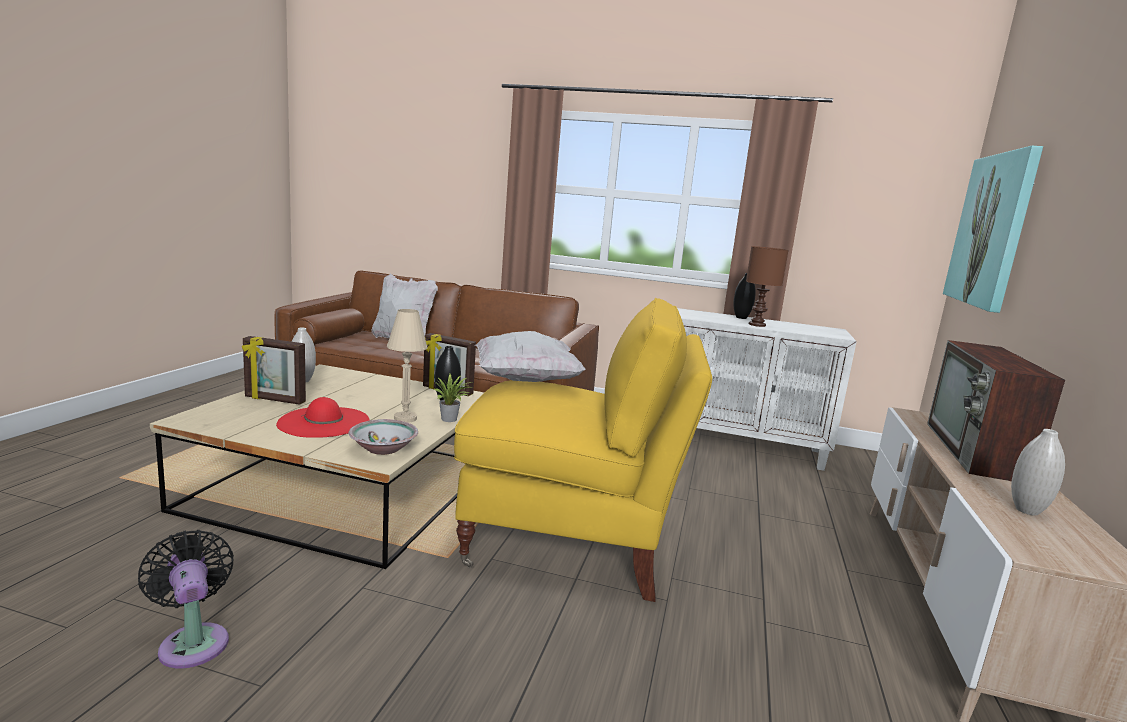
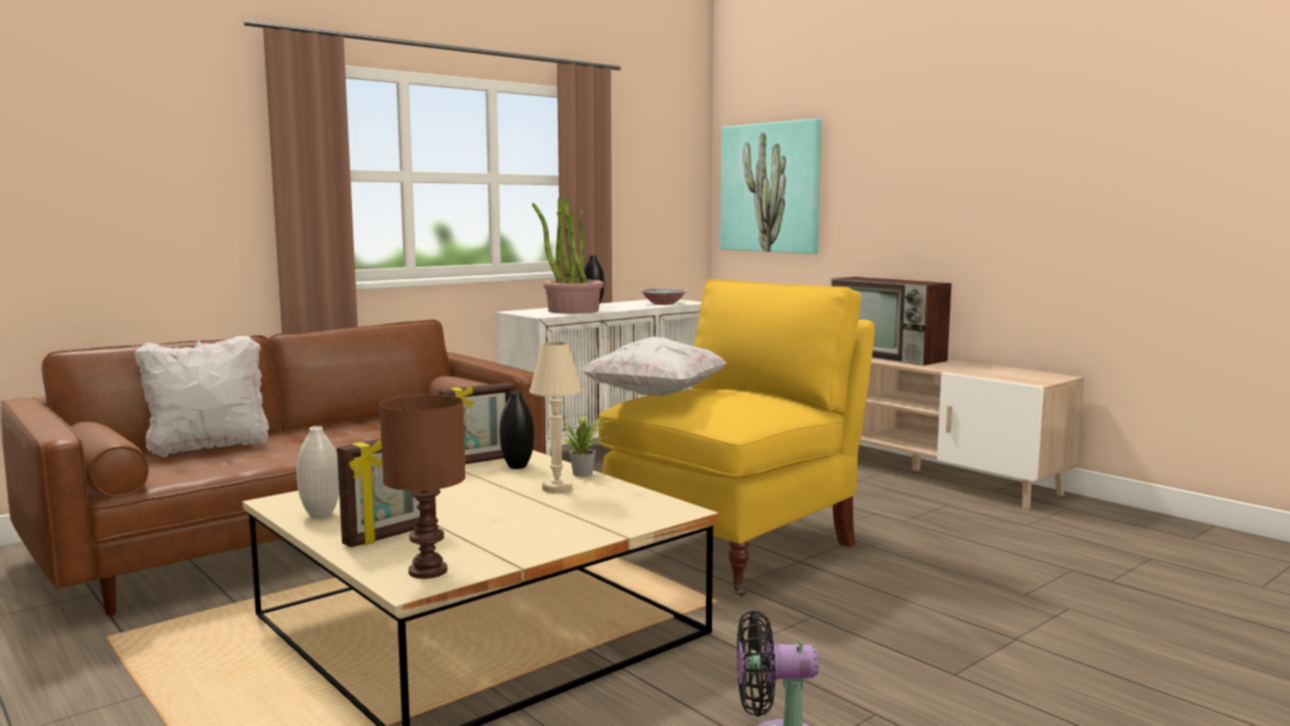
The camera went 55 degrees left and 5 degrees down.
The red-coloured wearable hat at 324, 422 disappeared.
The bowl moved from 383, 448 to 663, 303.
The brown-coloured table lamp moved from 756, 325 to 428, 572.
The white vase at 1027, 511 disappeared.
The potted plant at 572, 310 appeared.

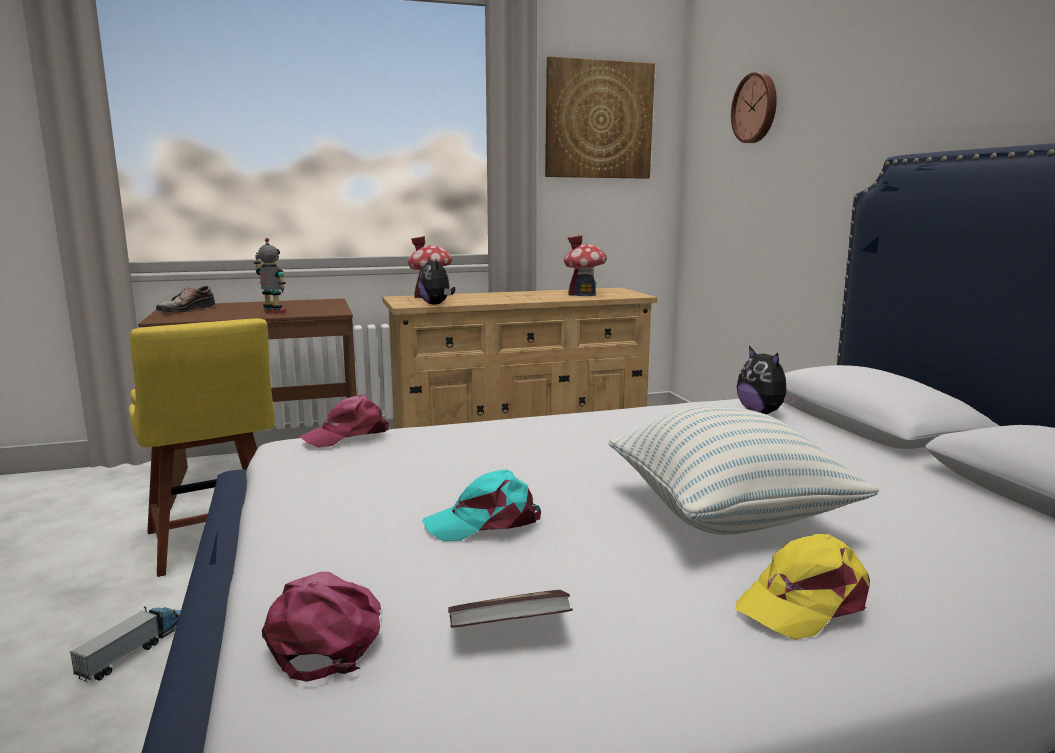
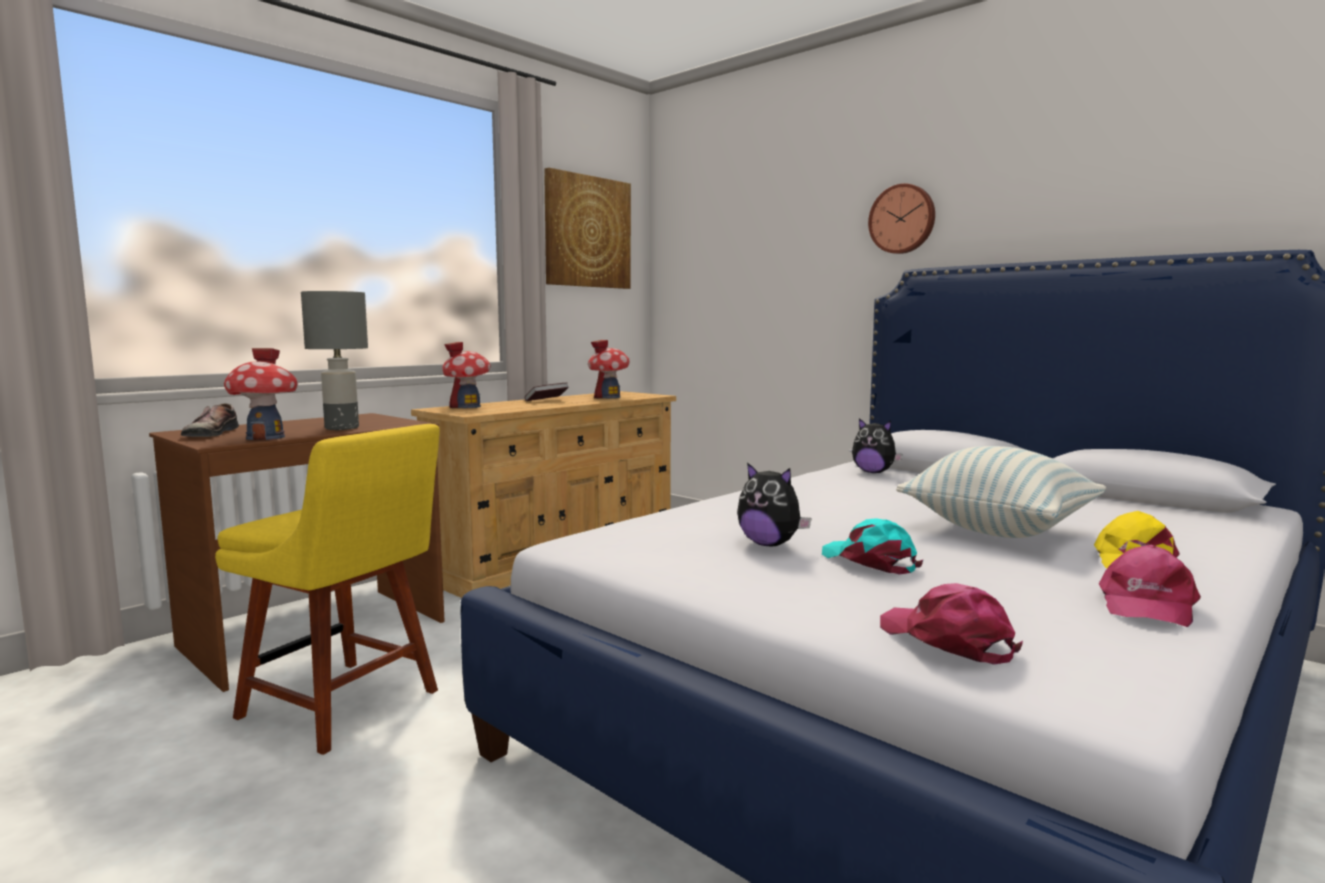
The camera went 30 degrees left and 5 degrees down.
The toy truck at 136, 649 disappeared.
The toy robot at 273, 312 was replaced by the gray table lamp at 341, 428.
The pink-coloured baseball cap moved from 347, 435 to 1146, 604.
The cuddly toy moved from 436, 304 to 770, 544.
The turquoise-coloured baseball cap at 485, 522 turned 105 degrees clockwise.
The book moved from 508, 632 to 546, 401.
The clock on the wall moved from 756, 108 to 902, 219.
The toy house at 266, 437 appeared.

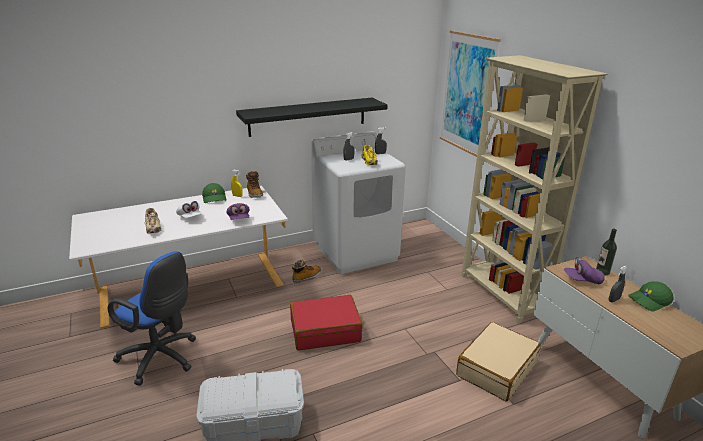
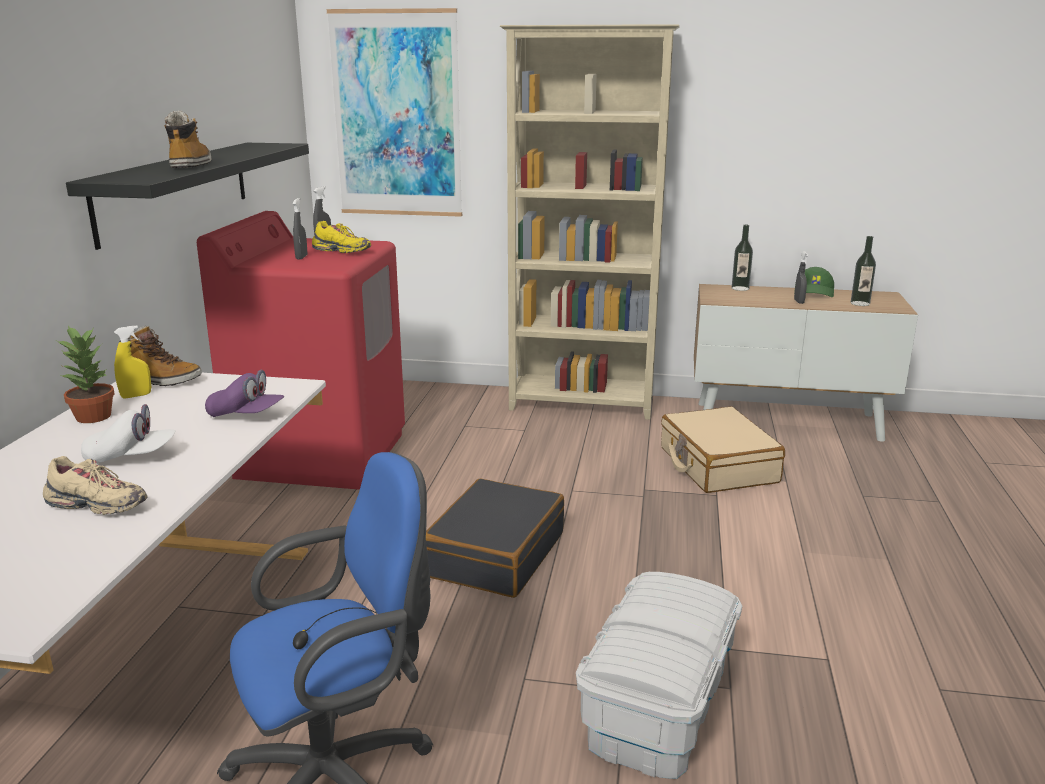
The camera went 55 degrees left and 5 degrees down.
The greenish baseball cap at 215, 198 was replaced by the potted plant at 94, 416.
The red-coloured suitcase at 325, 330 became the black-coloured suitcase at 495, 554.
The tall boot moved from 306, 277 to 190, 165.
The white laundry machine at 356, 251 became the red-coloured laundry machine at 321, 454.
The purplish baseball cap at 582, 280 disappeared.
The beverage bottle at 860, 303 appeared.

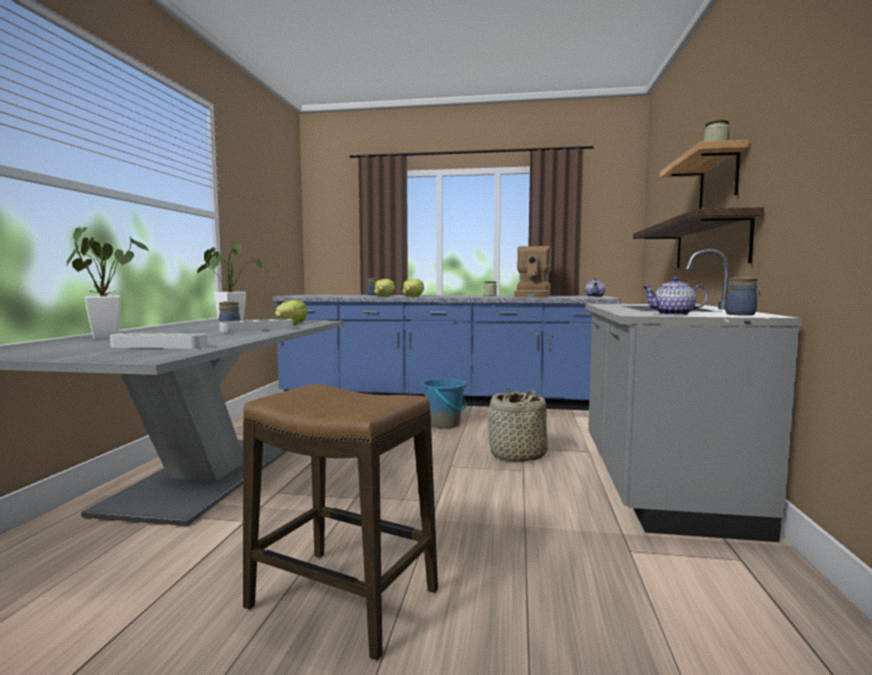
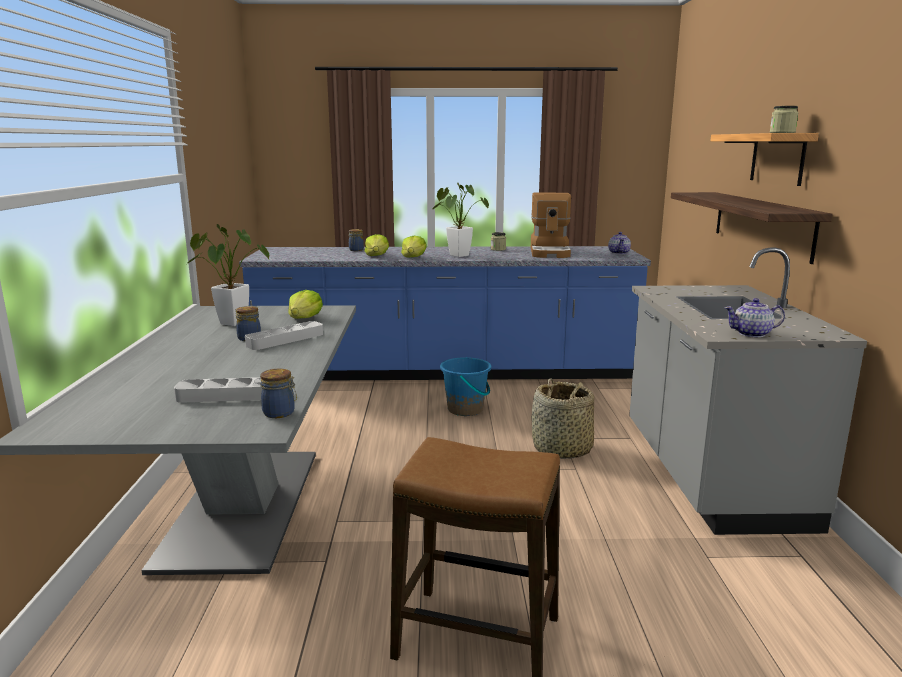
The camera went 10 degrees left and 10 degrees up.
The potted plant moved from 107, 337 to 456, 255.
The preserve jar moved from 742, 314 to 280, 413.

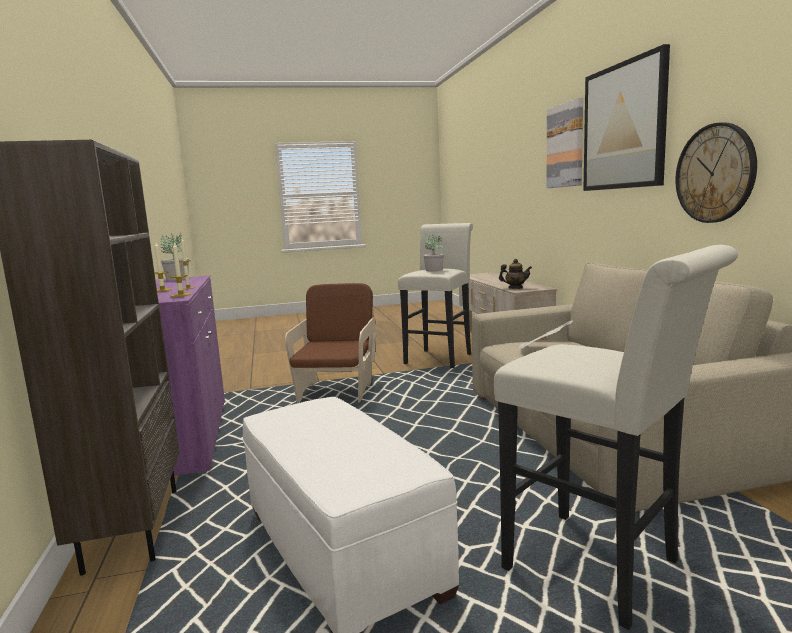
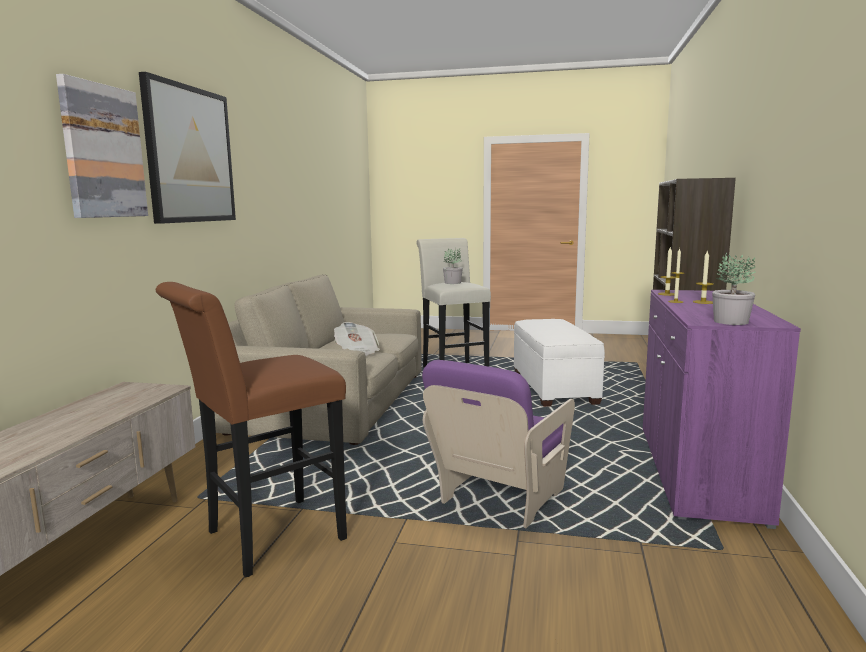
The camera went 155 degrees left and 0 degrees up.
The brown-coloured easy chair at 336, 391 became the purplish easy chair at 500, 500.
The white sitting stool at 440, 357 became the brown-coloured sitting stool at 266, 538.
The potted plant moved from 434, 270 to 453, 283.
The tea pot at 515, 288 disappeared.
The clock on the wall at 715, 173 disappeared.

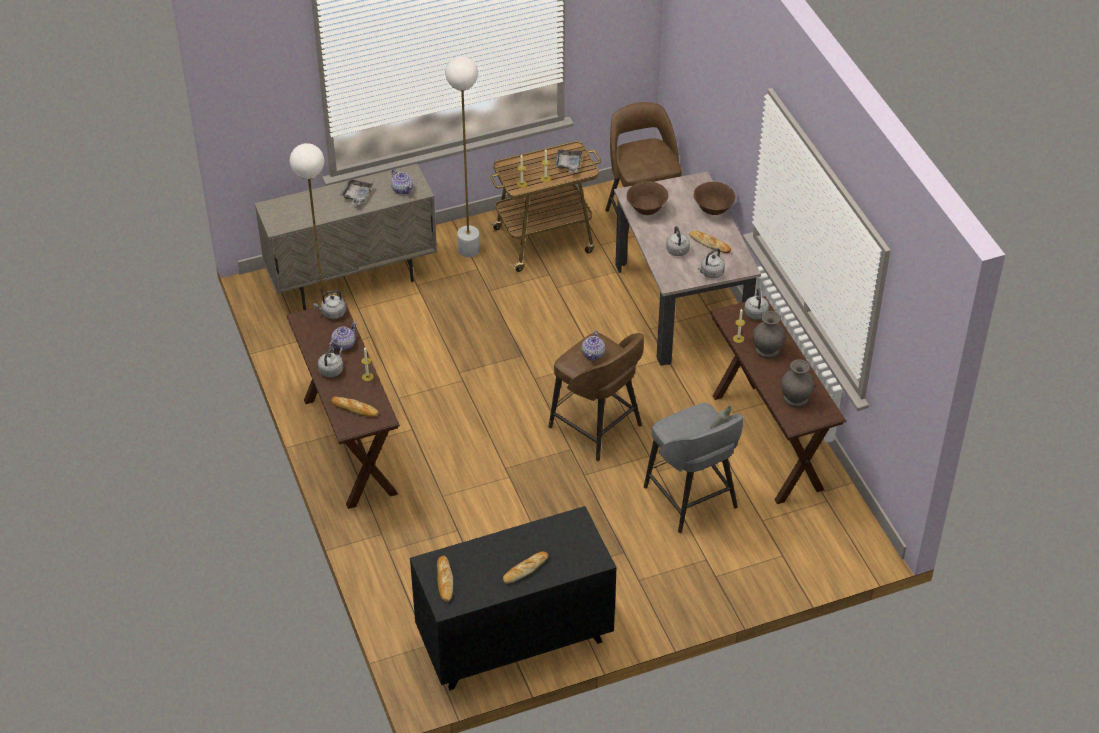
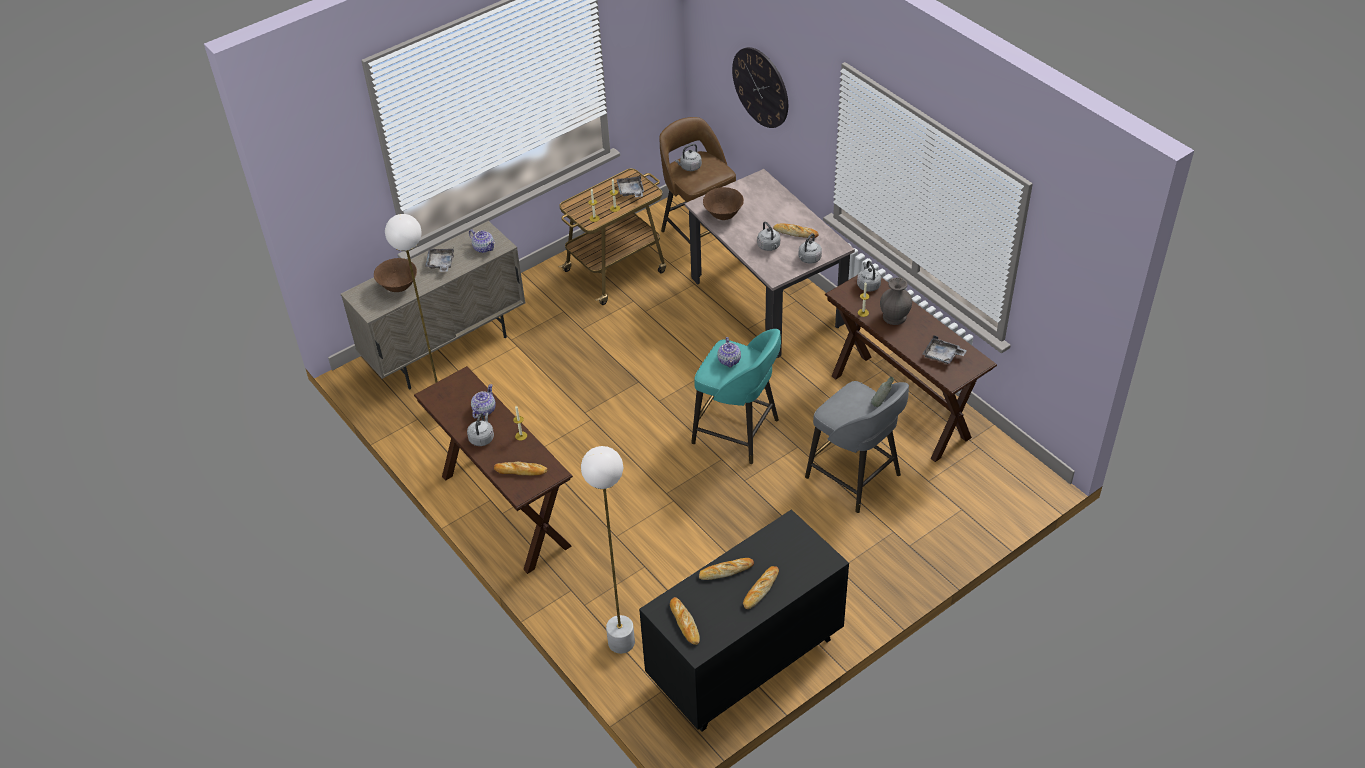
The camera went 15 degrees left and 0 degrees up.
The gray water kettle moved from 332, 313 to 689, 167.
The white floor lamp moved from 468, 250 to 621, 642.
The brown-coloured sitting stool at 597, 428 became the turquoise-coloured sitting stool at 738, 432.
The brown-coloured bowl moved from 713, 210 to 398, 287.
The gray vase at 796, 399 was replaced by the gray carrying tray at 942, 355.
The bakery bread at 726, 571 appeared.
The clock on the wall at 760, 87 appeared.

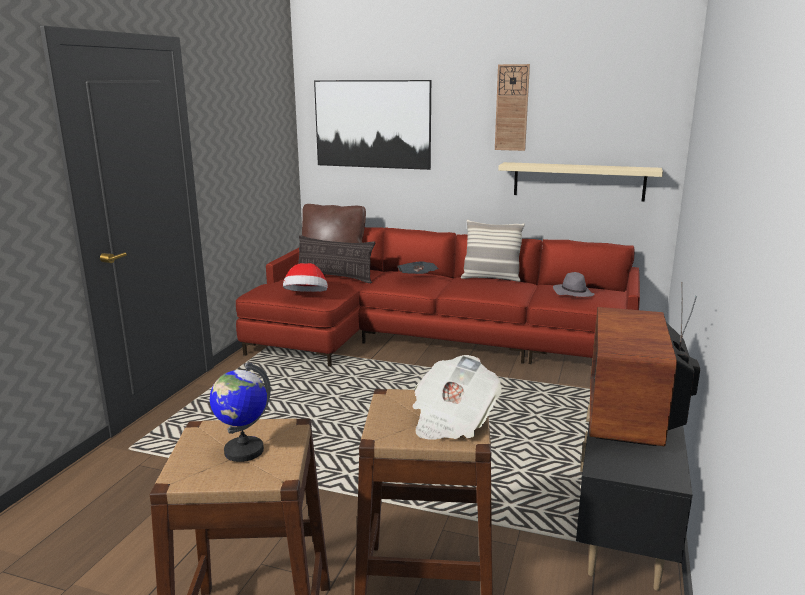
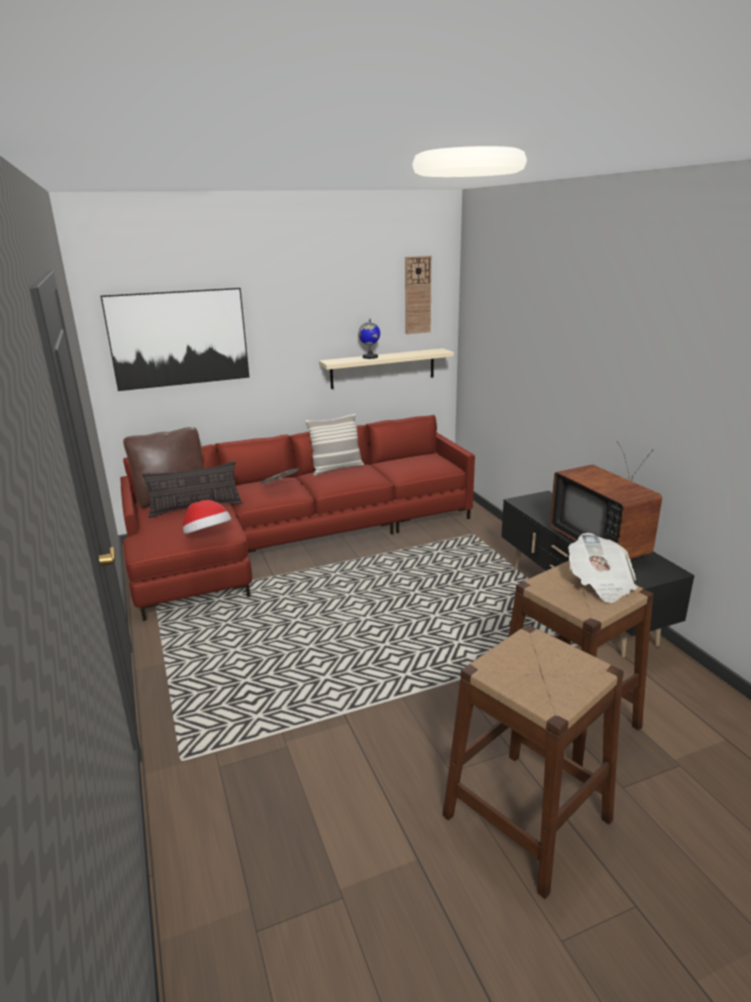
The camera went 40 degrees left and 5 degrees up.
The desk globe moved from 243, 451 to 370, 357.
The clock on the wall moved from 512, 108 to 417, 295.
The gray wearable hat at 573, 293 disappeared.

